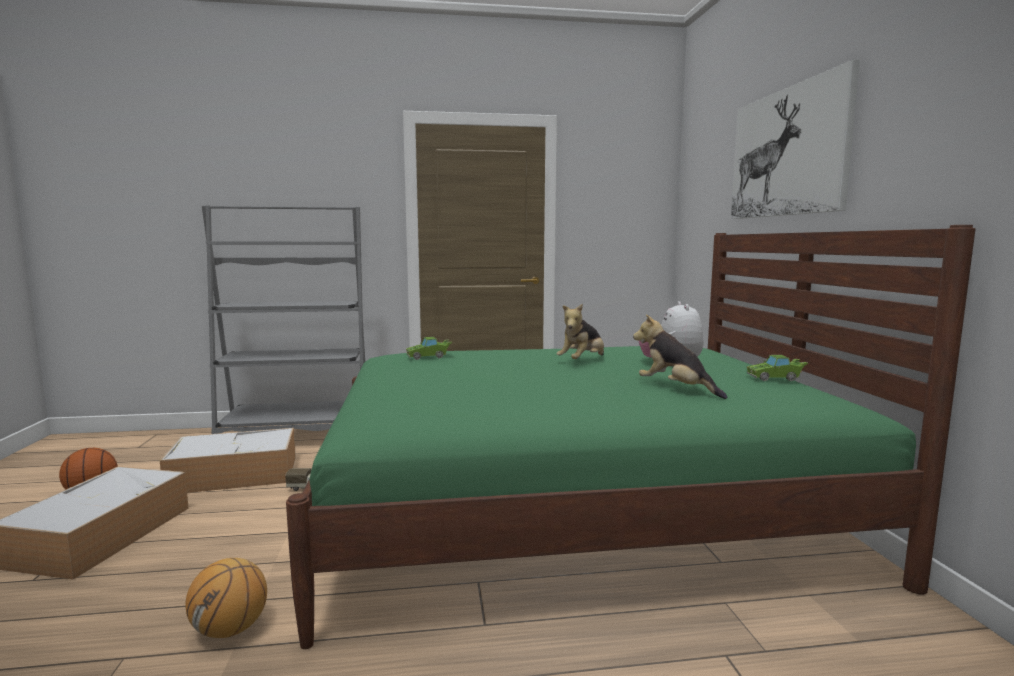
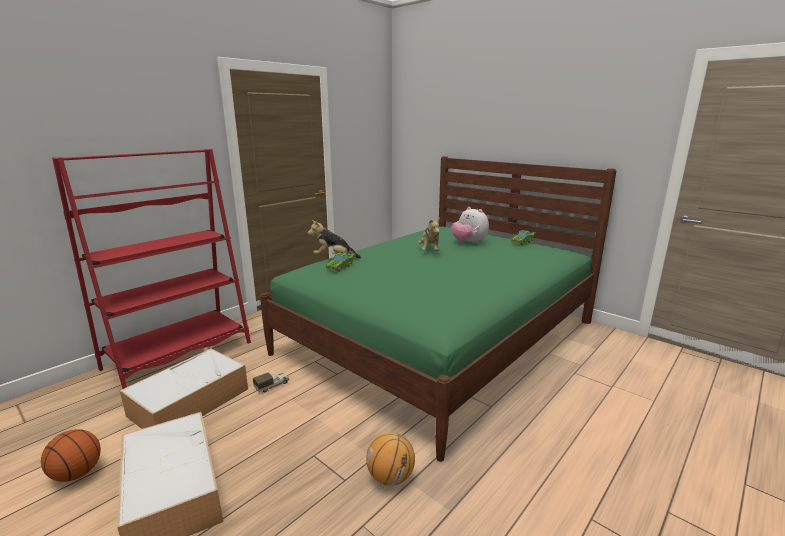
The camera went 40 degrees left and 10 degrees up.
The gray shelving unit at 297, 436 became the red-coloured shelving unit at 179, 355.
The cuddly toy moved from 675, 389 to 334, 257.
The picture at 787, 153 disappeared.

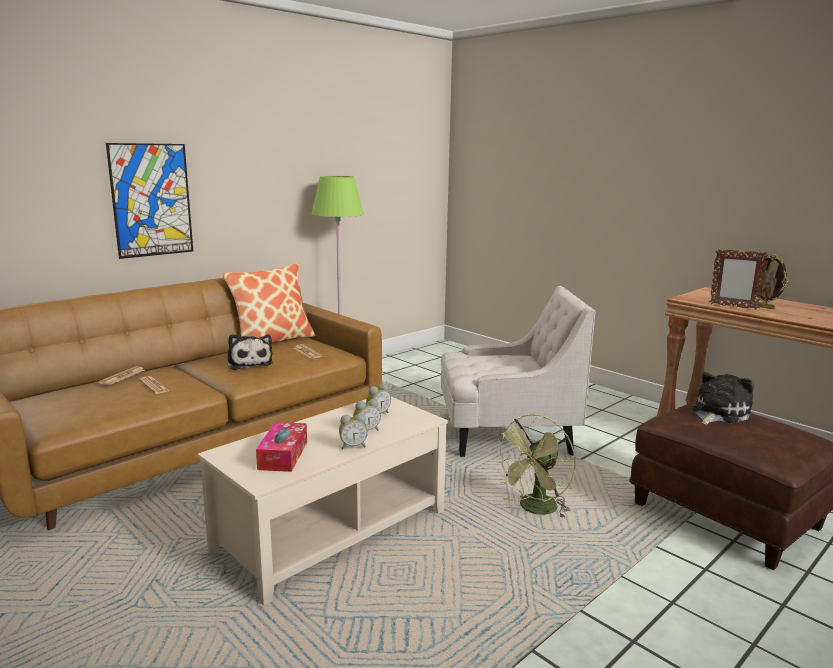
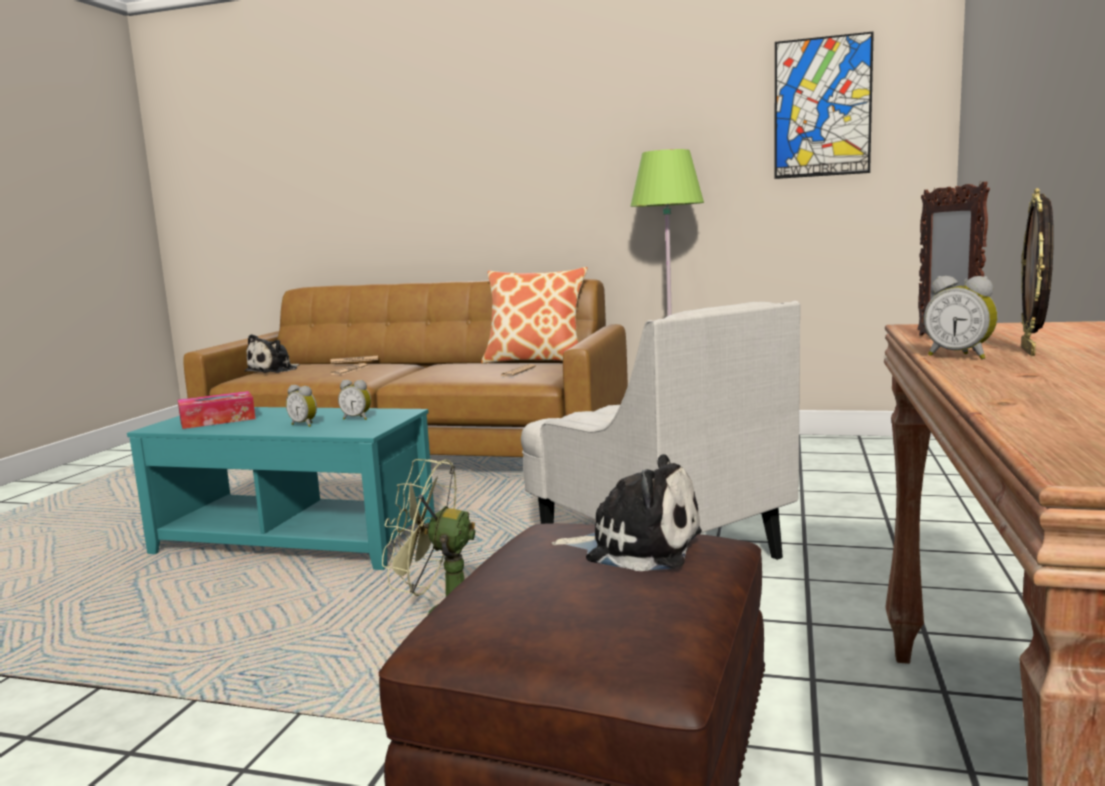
The camera went 60 degrees right and 5 degrees down.
The picture moved from 151, 200 to 822, 107.
The beige-coloured low table at 333, 531 became the turquoise-coloured low table at 295, 539.
The cuddly toy moved from 249, 363 to 274, 370.
The alarm clock moved from 353, 446 to 959, 356.

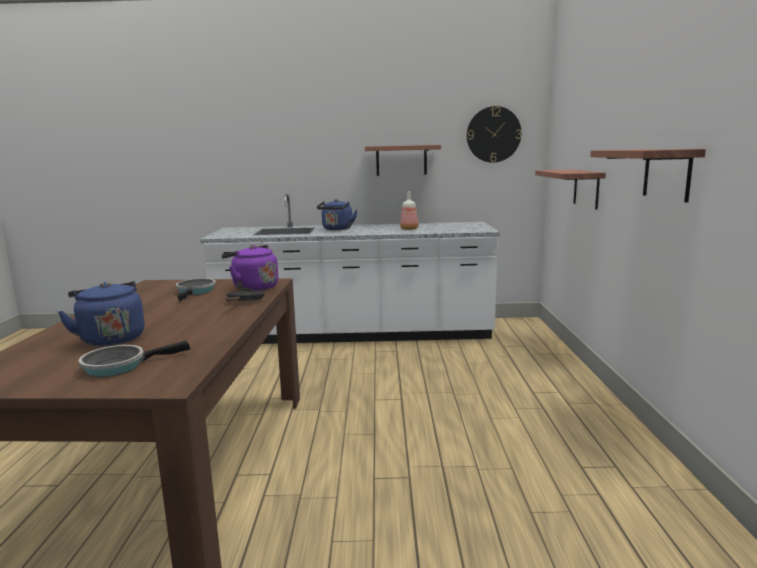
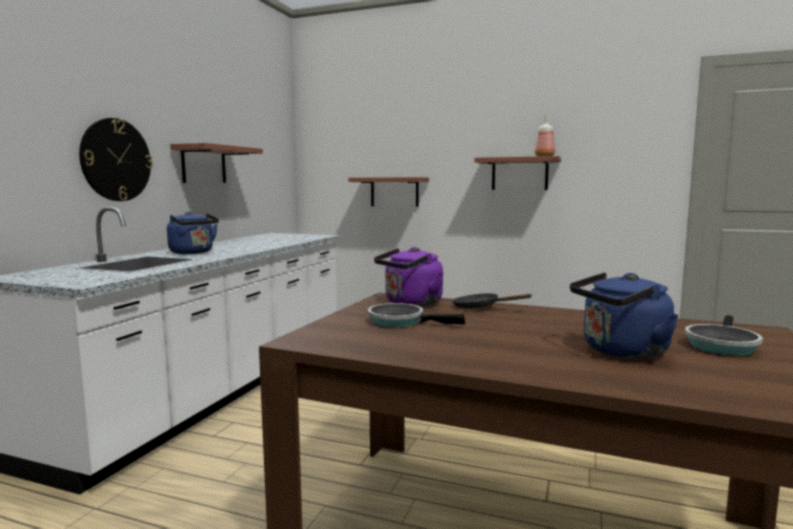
The camera went 70 degrees left and 5 degrees down.
The frying pan at 120, 366 turned 45 degrees clockwise.
The beverage bottle moved from 409, 229 to 543, 156.
The clock on the wall moved from 493, 134 to 116, 160.

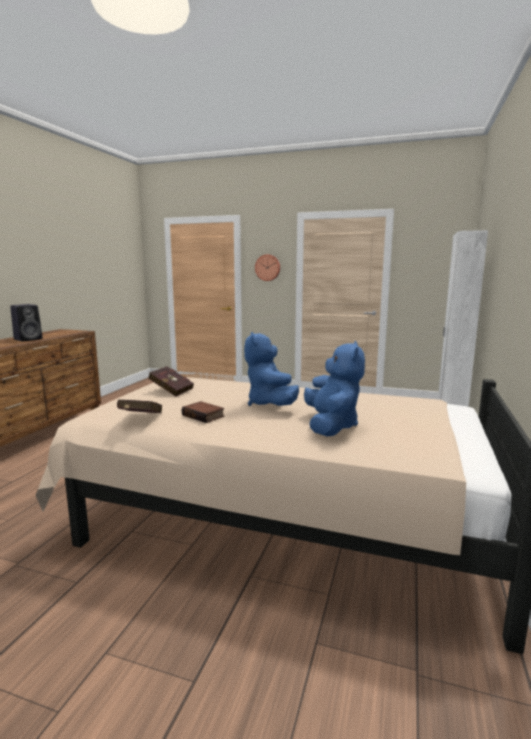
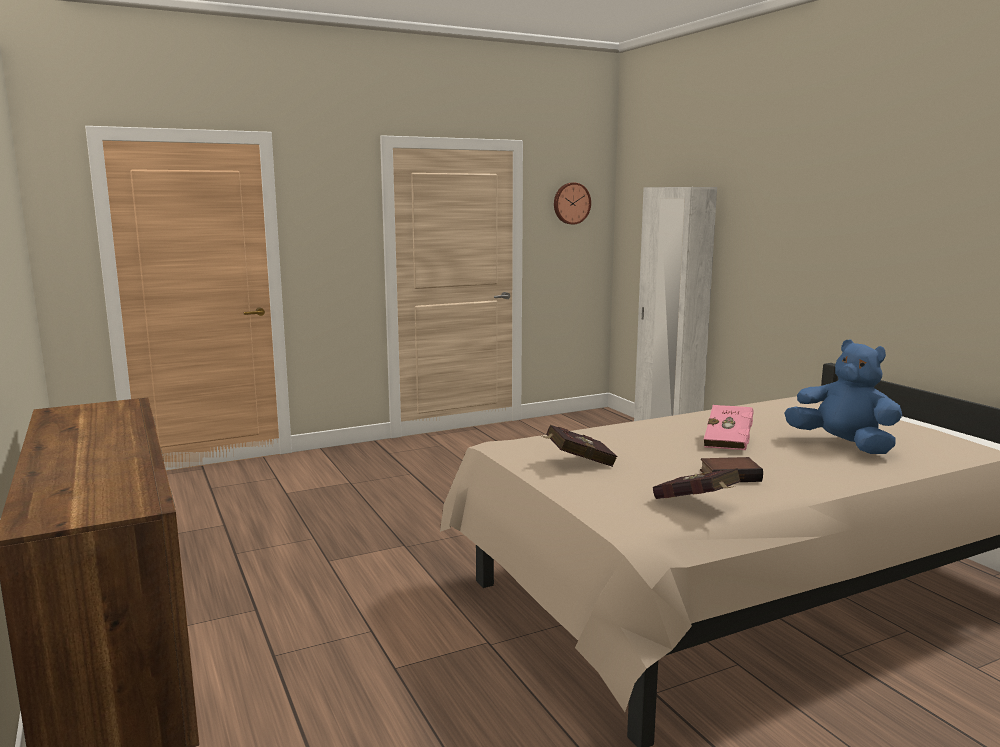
The camera went 45 degrees left and 0 degrees up.
The black-coloured audio speaker at 29, 339 disappeared.
The blue-coloured cuddly toy at 270, 404 was replaced by the pink-coloured book at 729, 442.
The clock on the wall moved from 268, 267 to 571, 203.

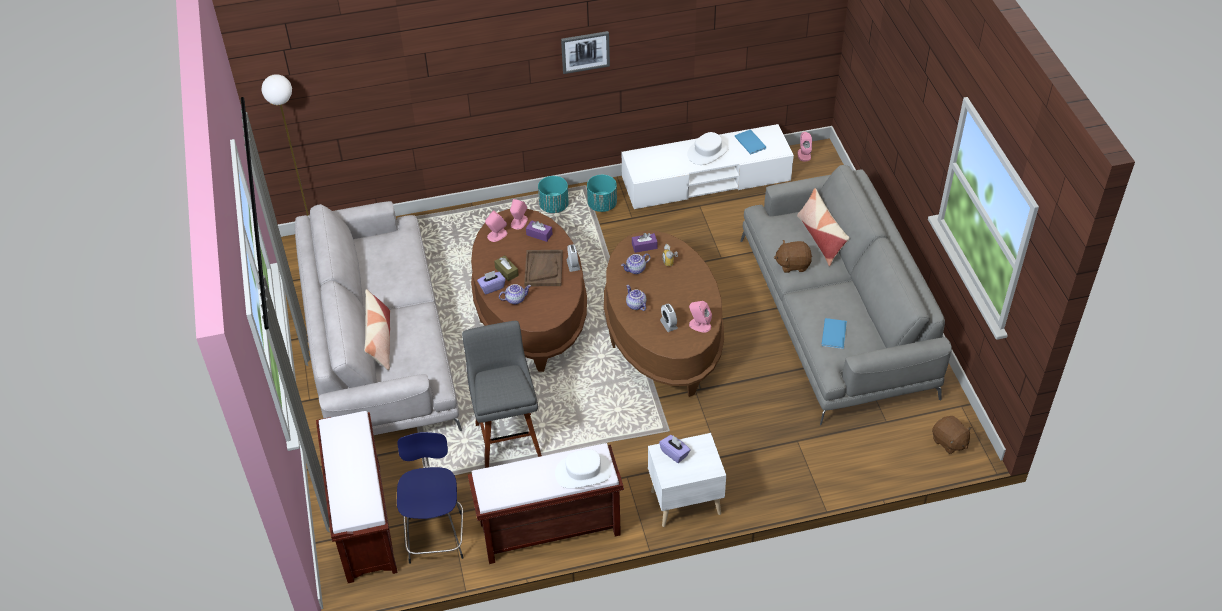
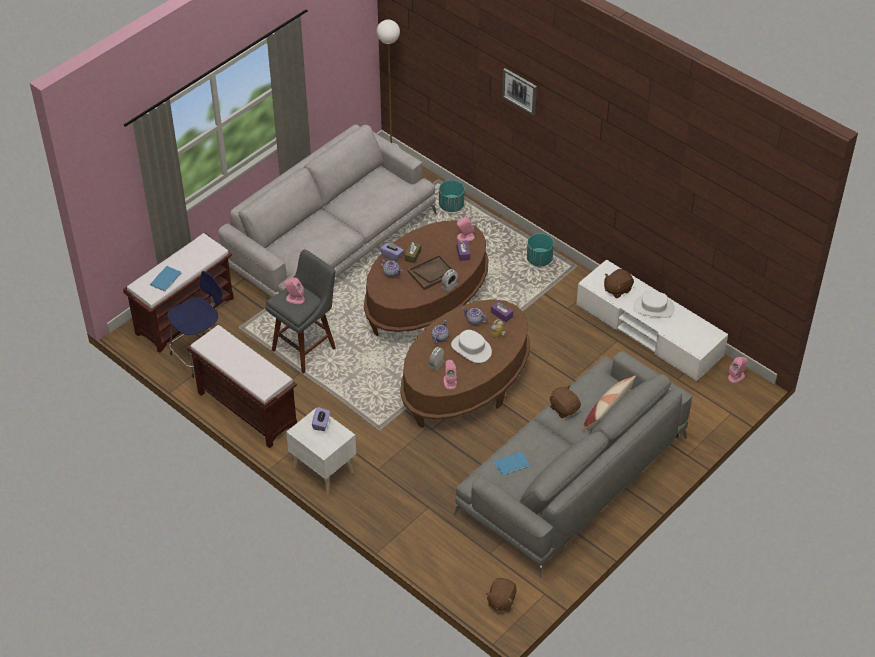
The camera went 55 degrees right and 0 degrees up.
The pillow at 379, 341 disappeared.
The pink-coloured audio speaker moved from 497, 235 to 295, 298.
The white wearable hat moved from 583, 472 to 471, 348.
The picture moved from 585, 51 to 520, 91.
The turquoise-coloured flower pot moved from 602, 204 to 451, 206.
The blue-coloured book moved from 750, 142 to 166, 279.
The brown-coloured cuddly toy at 617, 289 appeared.

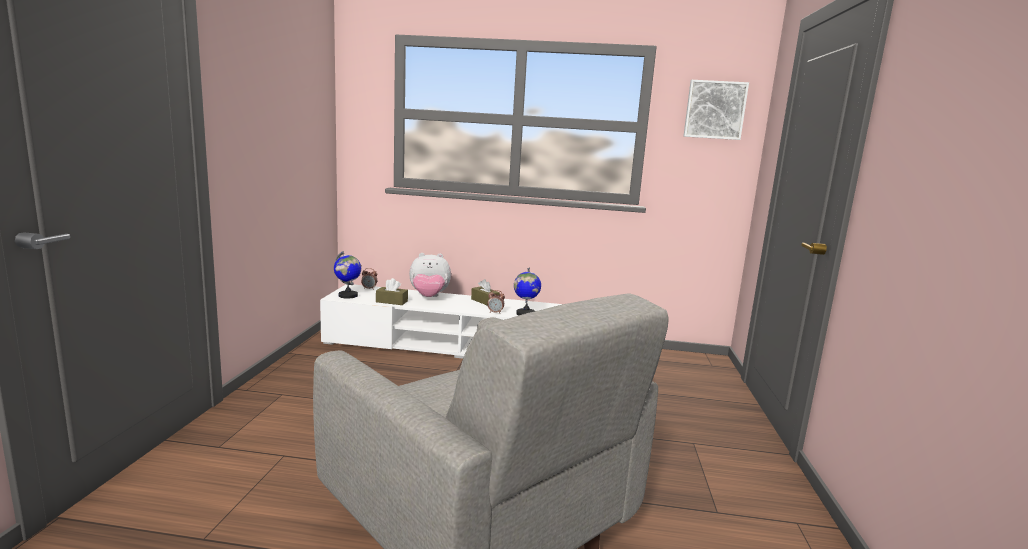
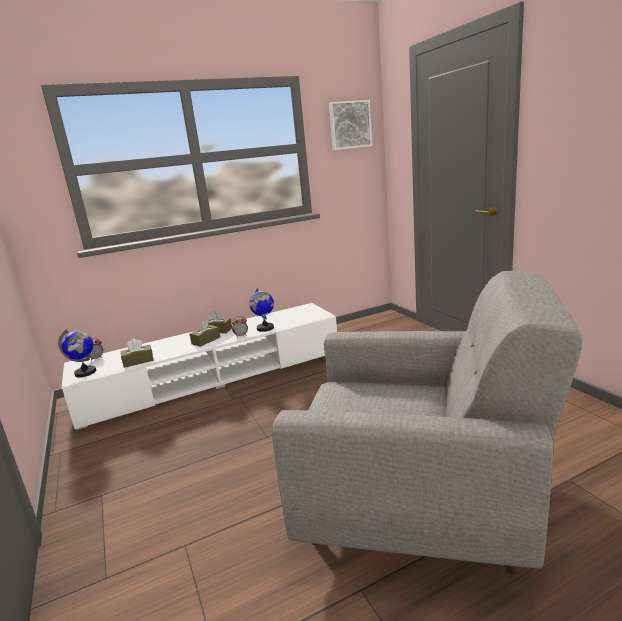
The camera went 30 degrees left and 5 degrees up.
The cuddly toy at 429, 297 disappeared.
The brown-coloured box of tissues at 206, 340 appeared.

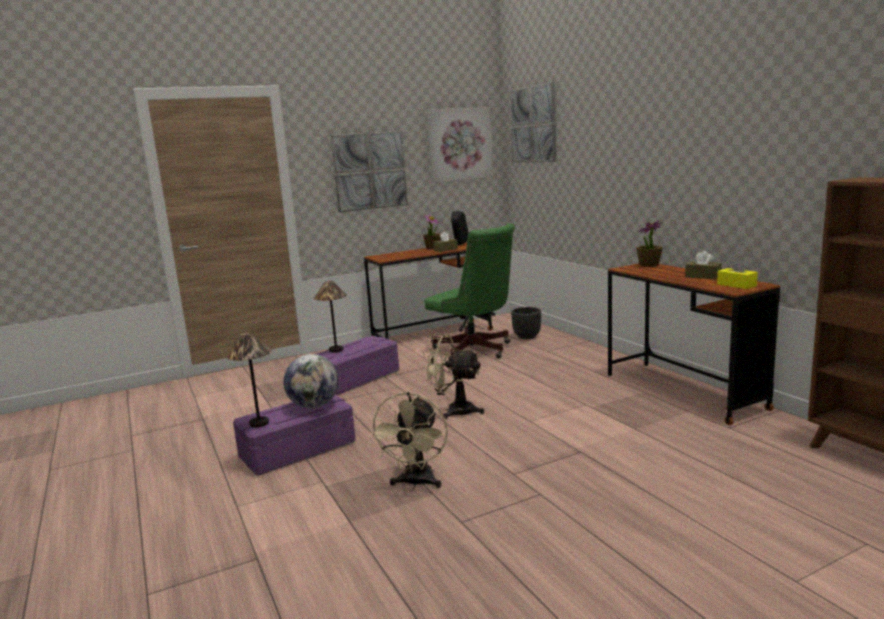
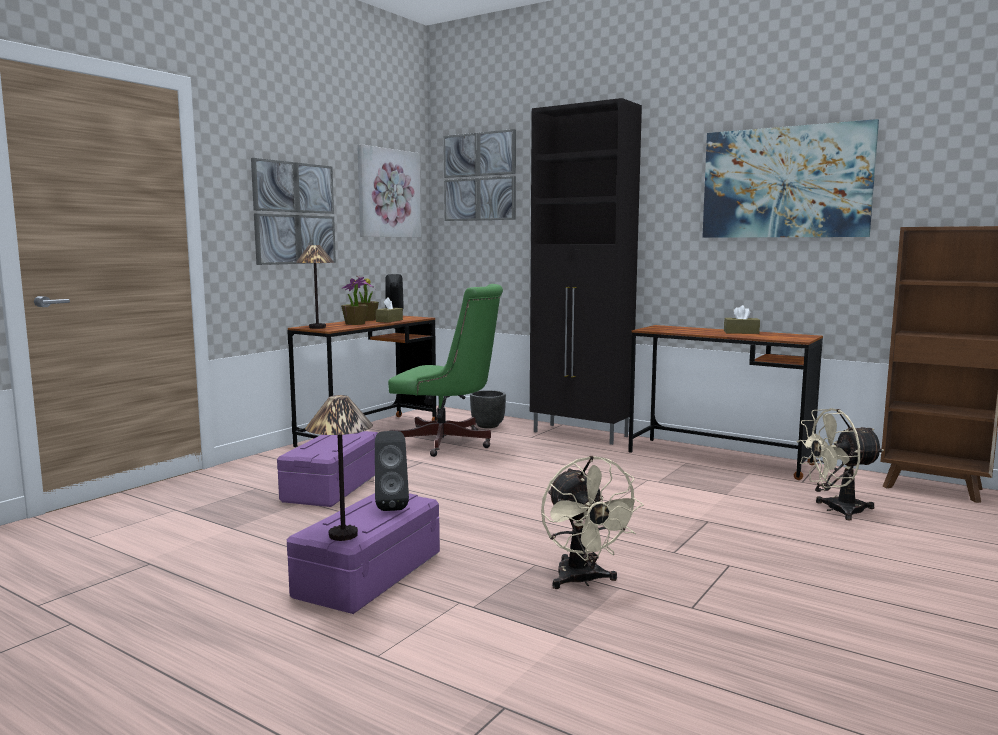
The camera went 30 degrees left and 5 degrees down.
The desk globe at 314, 406 was replaced by the black-coloured audio speaker at 391, 506.
The table lamp moved from 336, 350 to 317, 327.
The beige-coloured fan moved from 453, 411 to 836, 510.
The potted plant moved from 649, 265 to 355, 324.
The yellowish box of tissues at 736, 285 disappeared.
The black-coloured cupboard at 581, 434 appeared.
The picture at 785, 182 appeared.

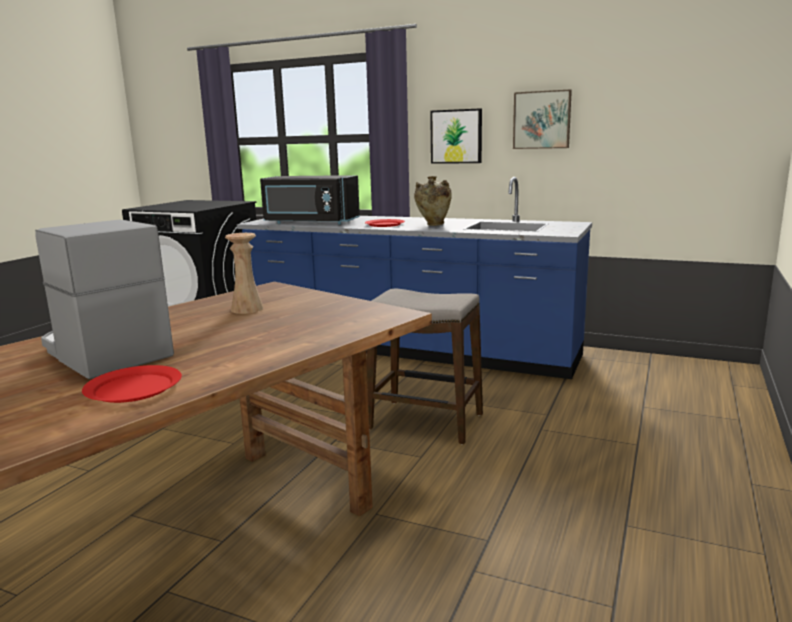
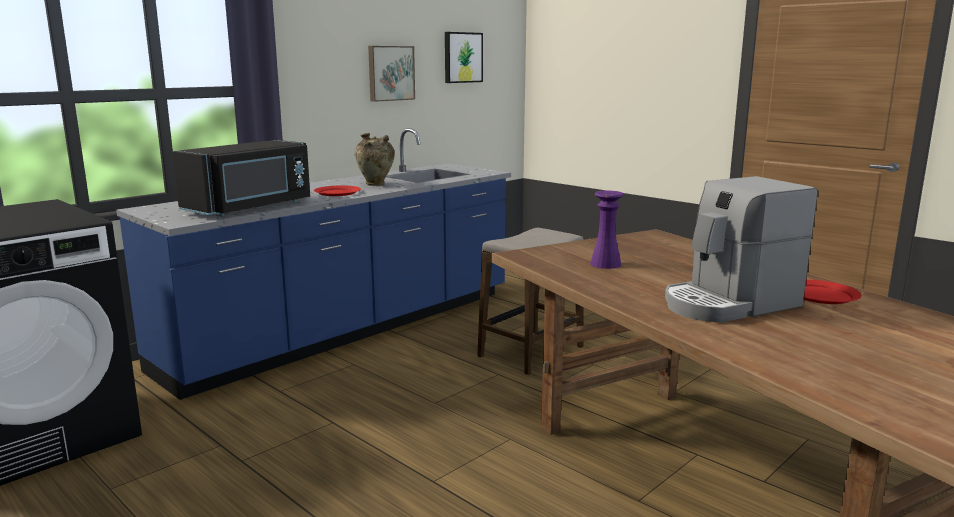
The camera went 70 degrees left and 0 degrees up.
The beige-coloured vase at 247, 309 became the purplish vase at 605, 264.
The picture moved from 456, 136 to 462, 57.

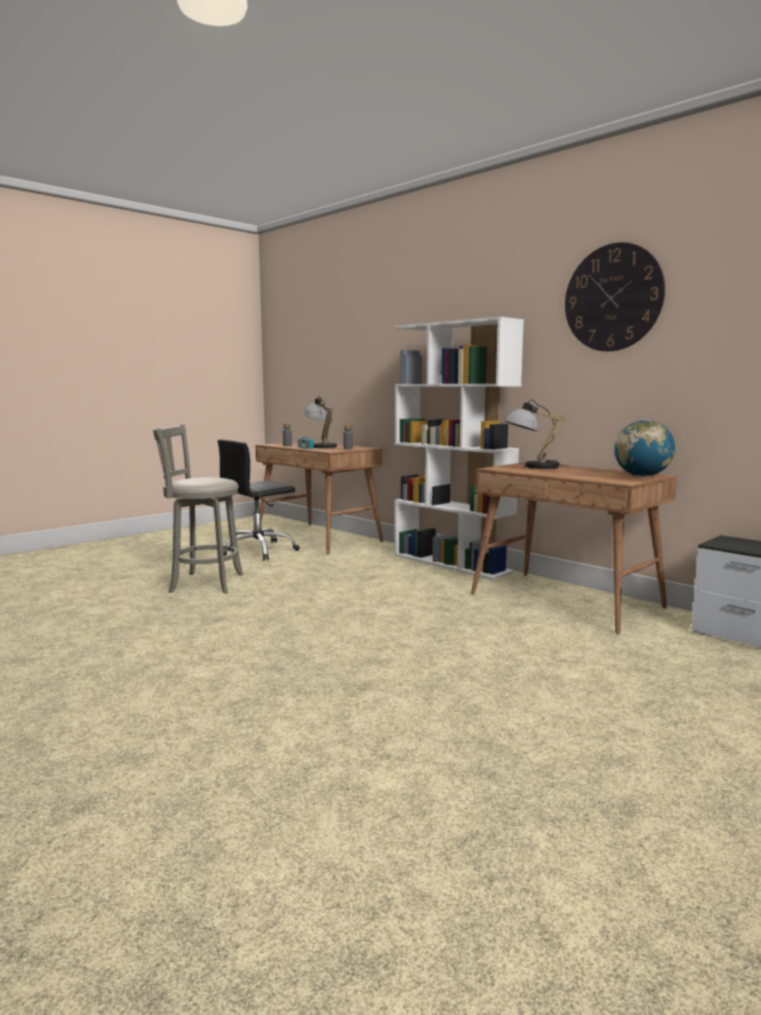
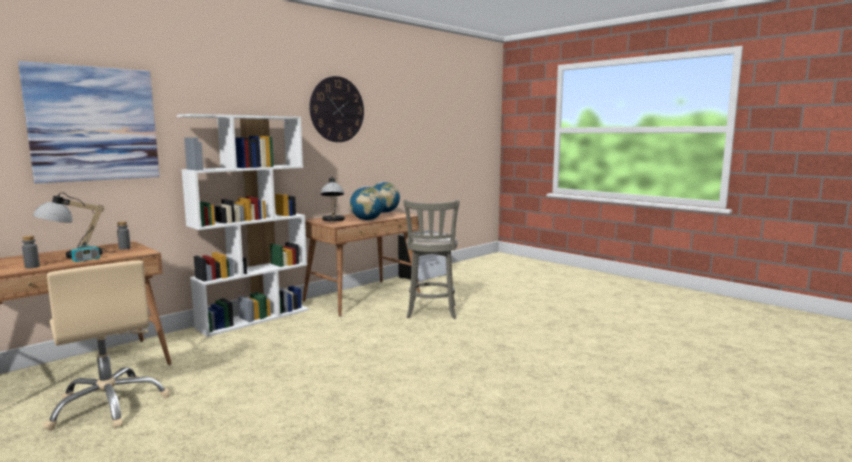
The camera went 90 degrees left and 0 degrees up.
The gray sitting stool moved from 203, 583 to 431, 312.
The black-coloured office chair at 258, 551 became the beige-coloured office chair at 109, 405.
The picture at 94, 124 appeared.
The desk globe at 367, 220 appeared.

